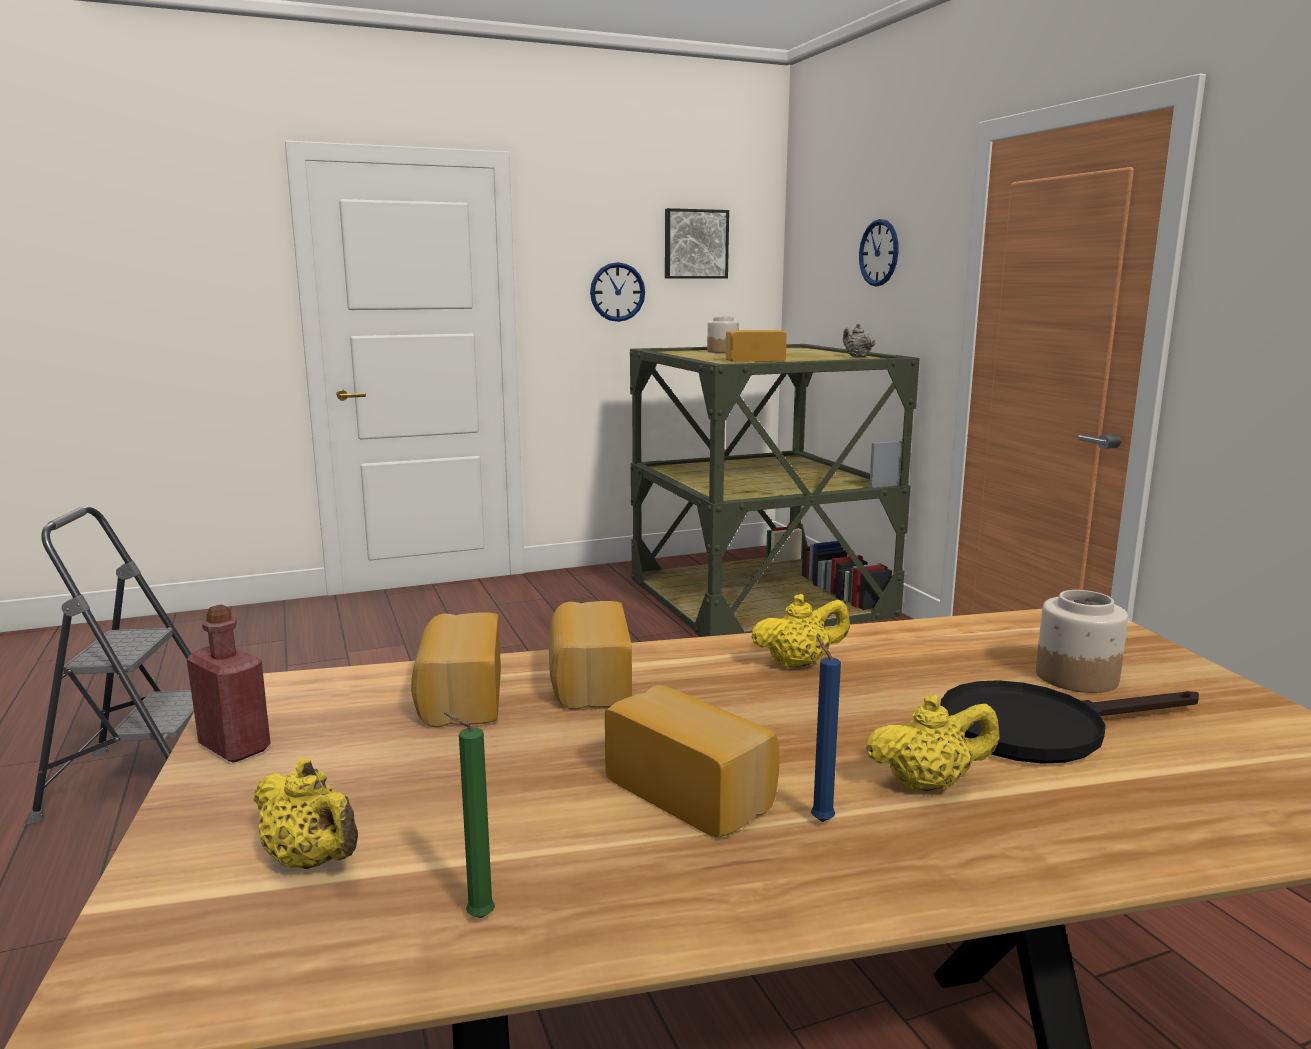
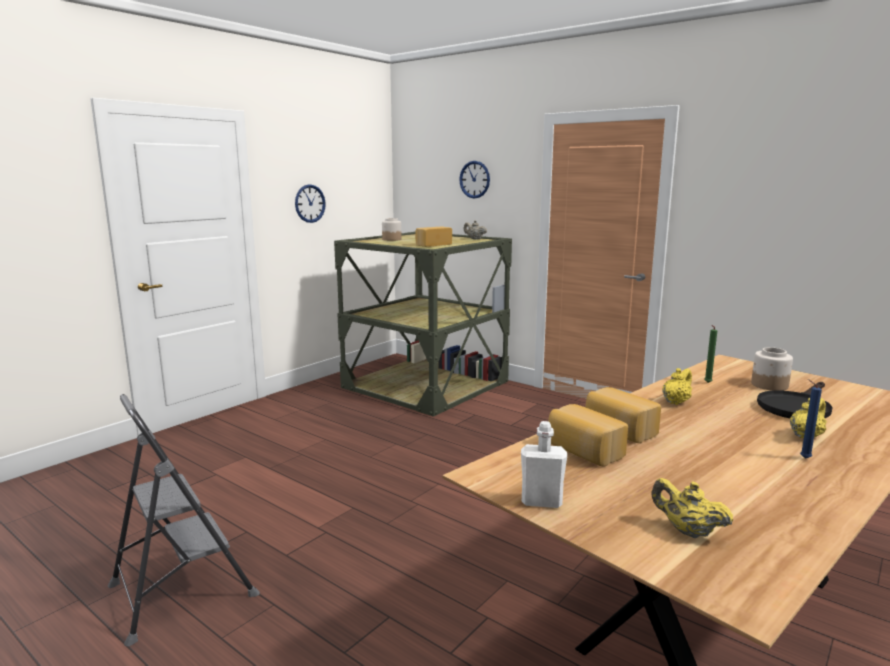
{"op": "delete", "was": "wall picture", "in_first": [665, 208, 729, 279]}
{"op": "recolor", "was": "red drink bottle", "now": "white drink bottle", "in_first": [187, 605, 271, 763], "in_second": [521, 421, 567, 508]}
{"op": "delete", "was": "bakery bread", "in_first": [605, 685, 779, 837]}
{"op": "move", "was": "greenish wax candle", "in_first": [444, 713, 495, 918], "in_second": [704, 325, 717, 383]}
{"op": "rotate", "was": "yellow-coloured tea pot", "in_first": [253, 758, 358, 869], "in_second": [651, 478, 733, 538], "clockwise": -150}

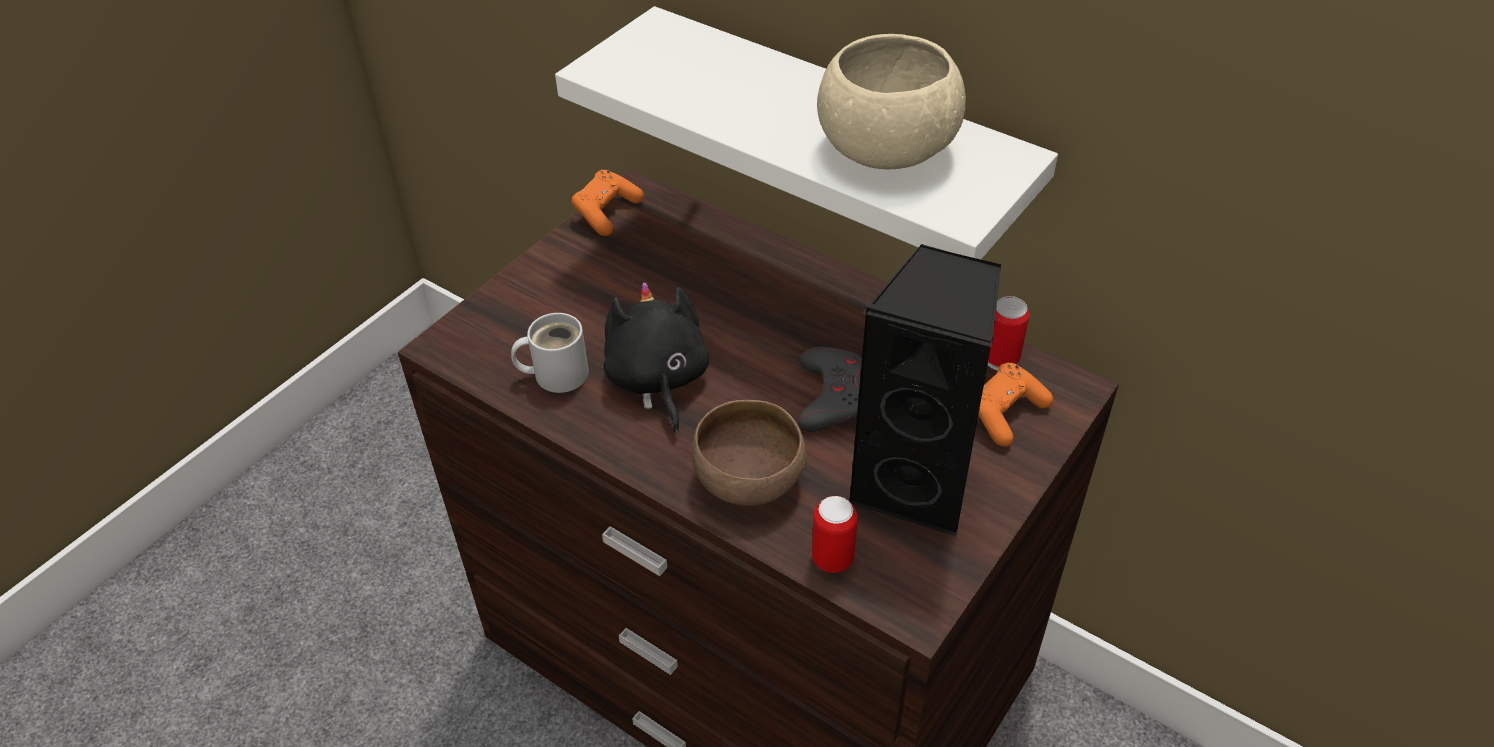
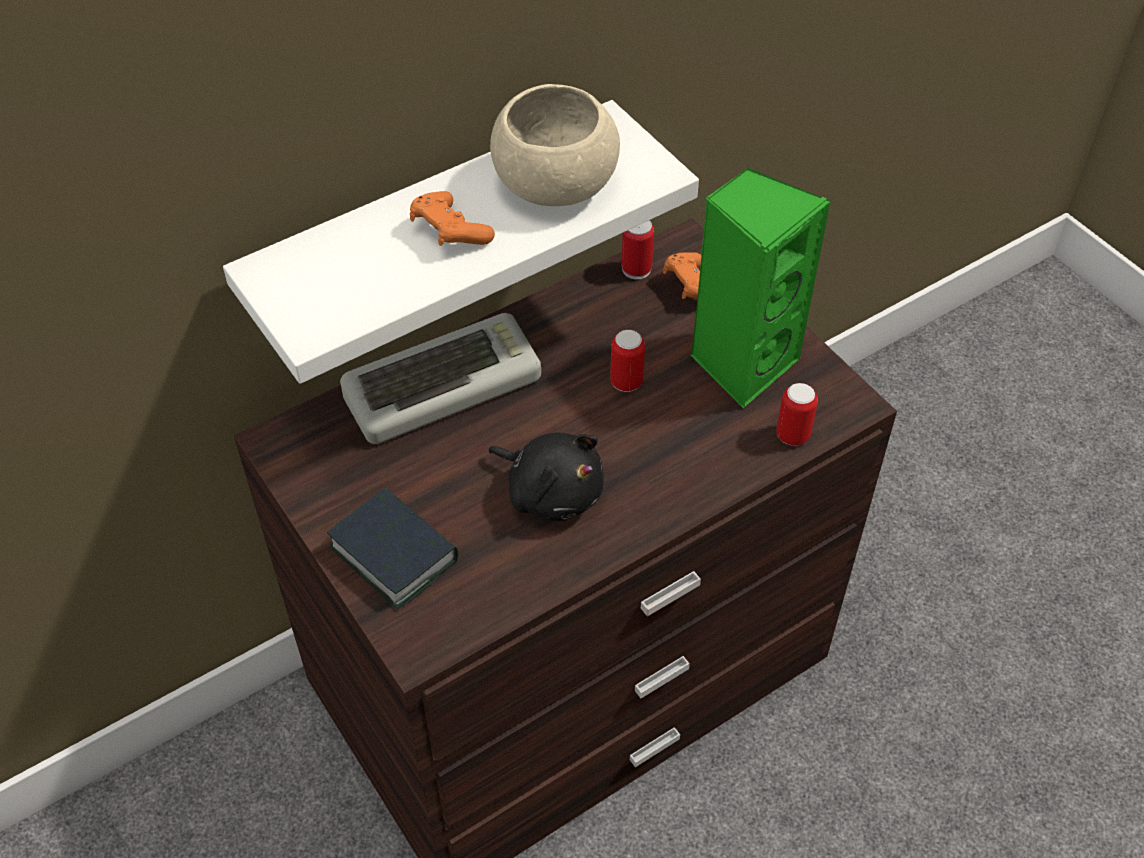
{"op": "move", "was": "orange-coloured game controller", "in_first": [572, 170, 644, 236], "in_second": [410, 191, 495, 246]}
{"op": "recolor", "was": "black loudspeaker", "now": "greenish loudspeaker", "in_first": [849, 244, 1001, 537], "in_second": [690, 167, 831, 408]}
{"op": "rotate", "was": "black plush toy", "in_first": [604, 282, 709, 434], "in_second": [488, 433, 604, 521], "clockwise": -150}
{"op": "delete", "was": "white mug", "in_first": [511, 313, 589, 393]}
{"op": "replace", "was": "gray game controller", "now": "metal can", "in_first": [798, 346, 862, 432], "in_second": [610, 330, 645, 392]}
{"op": "delete", "was": "brownish deep dish", "in_first": [692, 400, 806, 506]}
{"op": "insert", "now": "keyboard", "in_second": [340, 313, 541, 444]}
{"op": "insert", "now": "bound book", "in_second": [327, 487, 458, 610]}

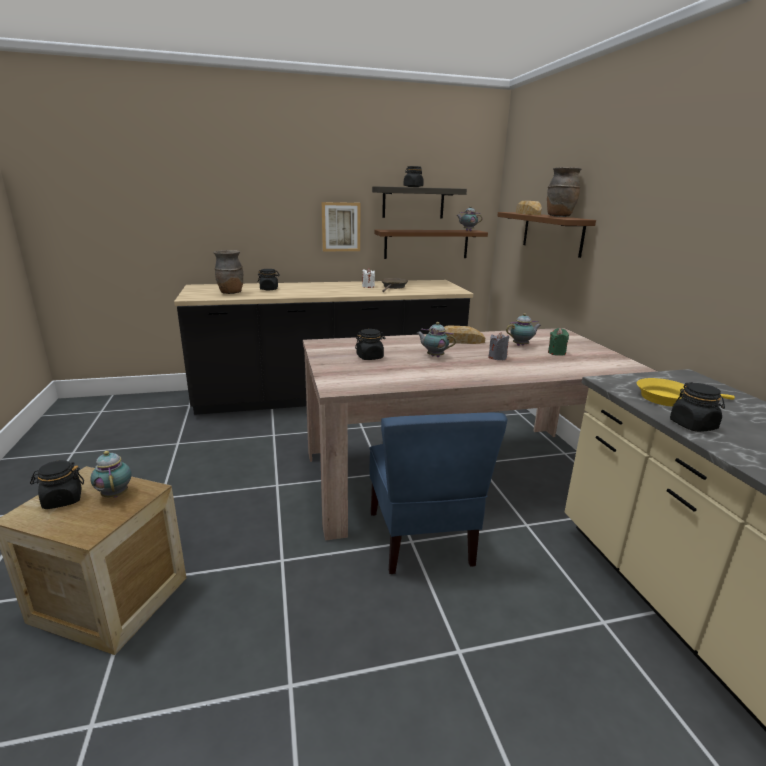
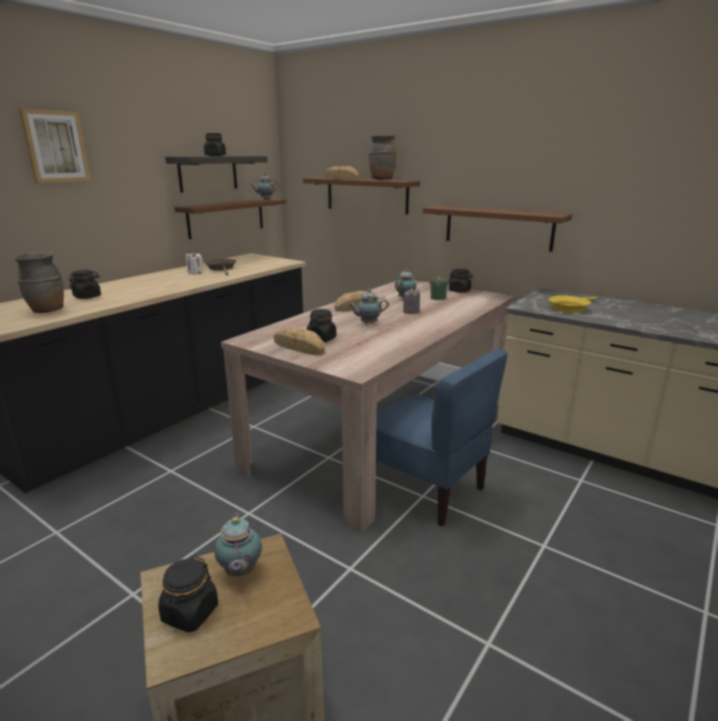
{"op": "move", "was": "wall picture", "in_first": [322, 202, 361, 251], "in_second": [19, 109, 91, 183]}
{"op": "move", "was": "black jar", "in_first": [670, 382, 725, 432], "in_second": [449, 269, 473, 293]}
{"op": "rotate", "was": "tea pot", "in_first": [90, 451, 132, 498], "in_second": [214, 512, 262, 577], "clockwise": -120}
{"op": "insert", "now": "brownish shelf", "in_second": [423, 206, 572, 252]}
{"op": "insert", "now": "bakery bread", "in_second": [274, 327, 325, 355]}

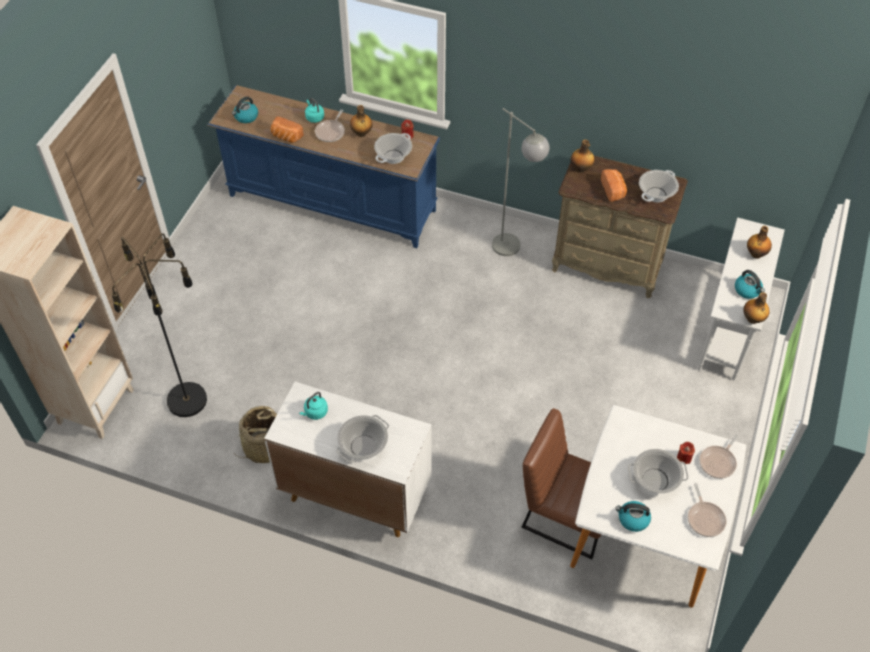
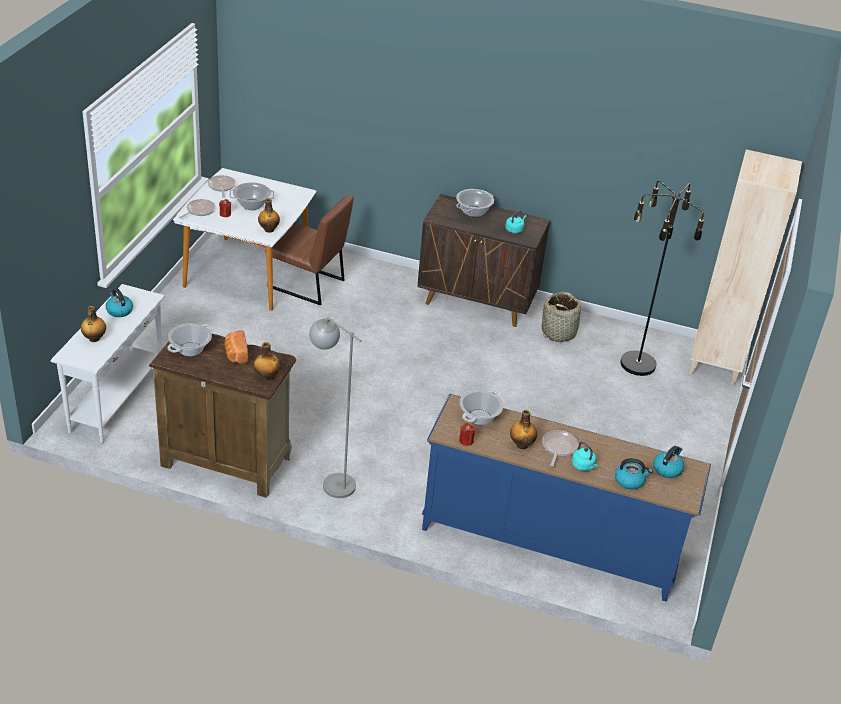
{"op": "delete", "was": "bakery bread", "in_first": [271, 116, 303, 143]}
{"op": "move", "was": "drink bottle", "in_first": [743, 292, 770, 324], "in_second": [258, 199, 280, 233]}
{"op": "recolor", "was": "white cabinet", "now": "brownish cabinet", "in_first": [264, 382, 432, 537], "in_second": [417, 194, 550, 327]}
{"op": "move", "was": "tea kettle", "in_first": [615, 501, 651, 532], "in_second": [615, 458, 653, 490]}

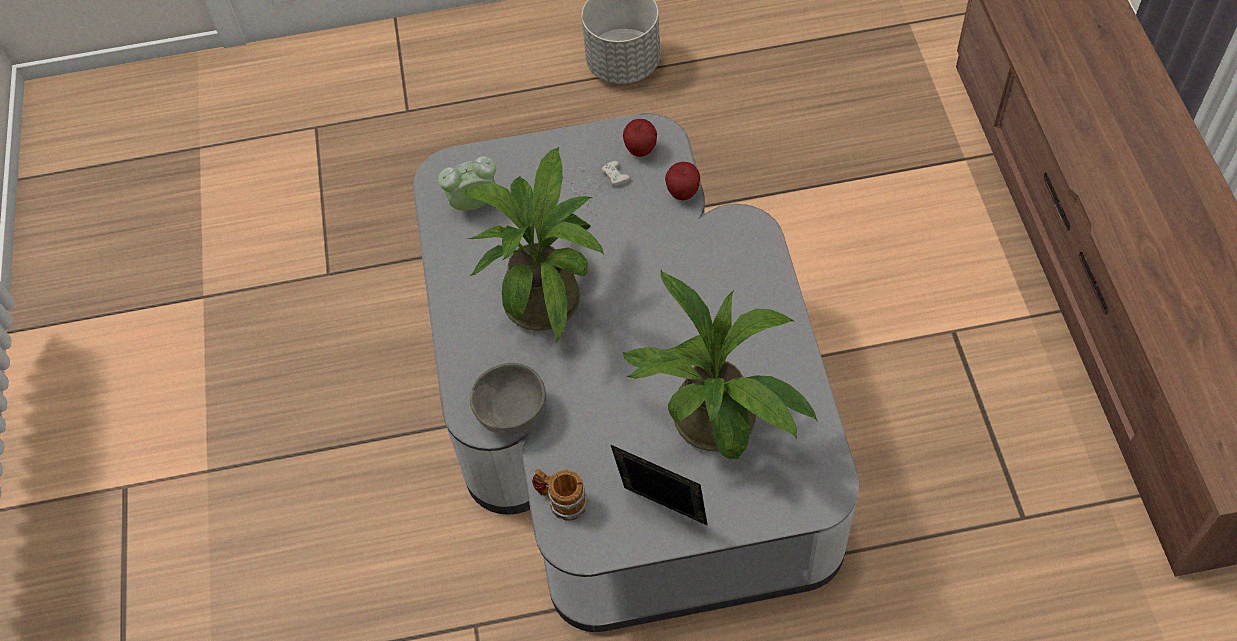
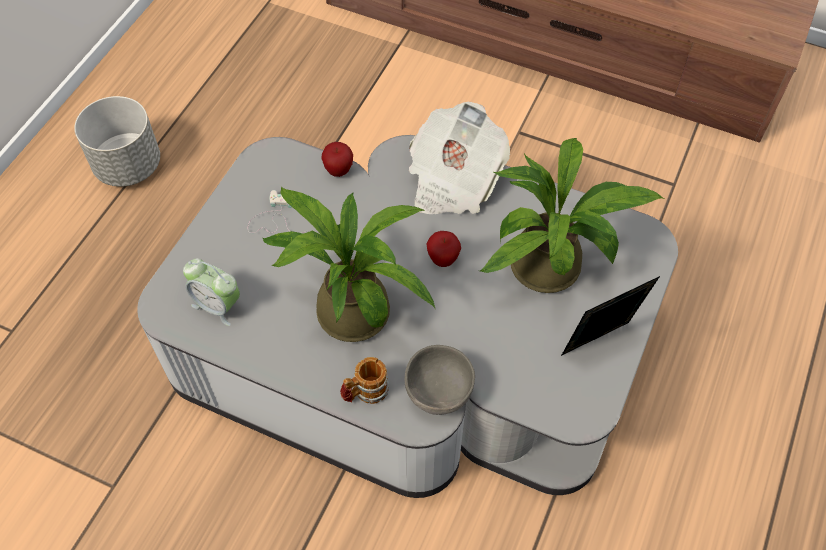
{"op": "move", "was": "whole apple", "in_first": [623, 119, 657, 157], "in_second": [426, 231, 461, 267]}
{"op": "rotate", "was": "bedside clock", "in_first": [438, 156, 496, 211], "in_second": [183, 259, 240, 326], "clockwise": -75}
{"op": "move", "was": "mug", "in_first": [532, 469, 588, 521], "in_second": [340, 357, 389, 404]}
{"op": "insert", "now": "newspaper", "in_second": [409, 102, 510, 214]}

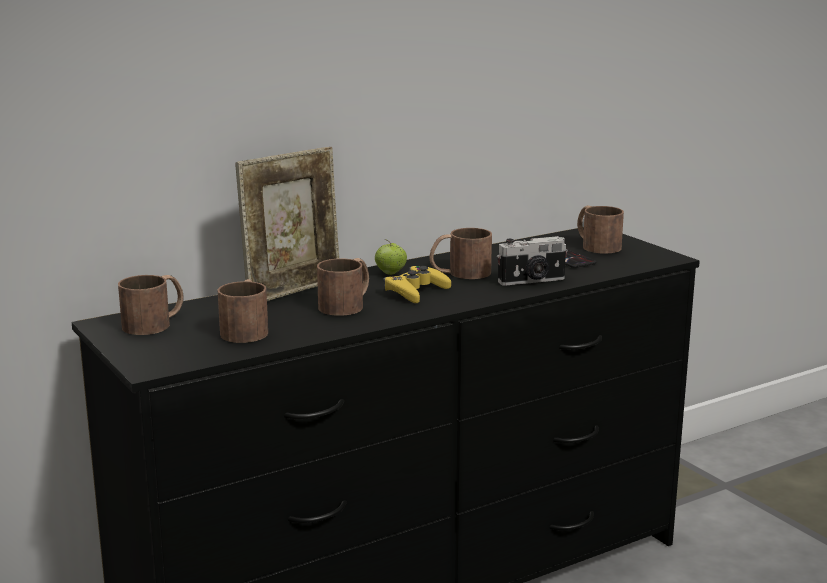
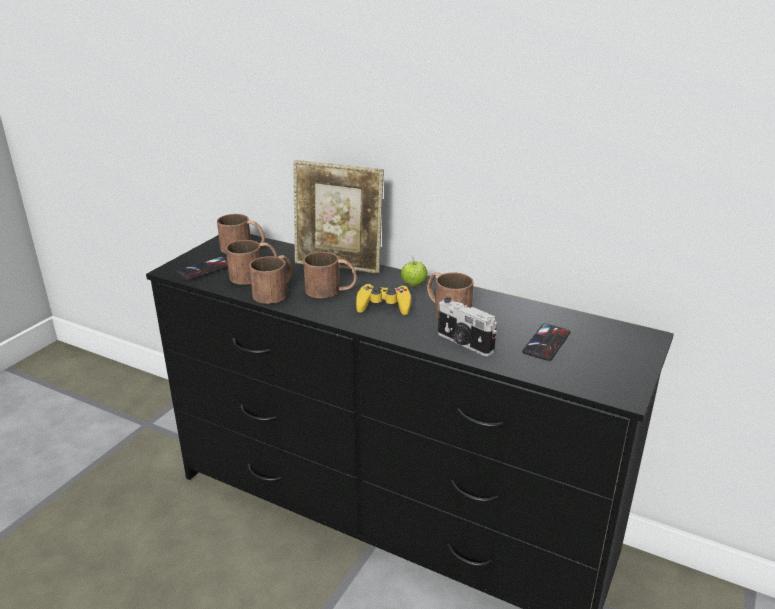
{"op": "move", "was": "brownish mug", "in_first": [577, 205, 624, 254], "in_second": [249, 255, 292, 304]}
{"op": "insert", "now": "handset", "in_second": [176, 257, 228, 281]}

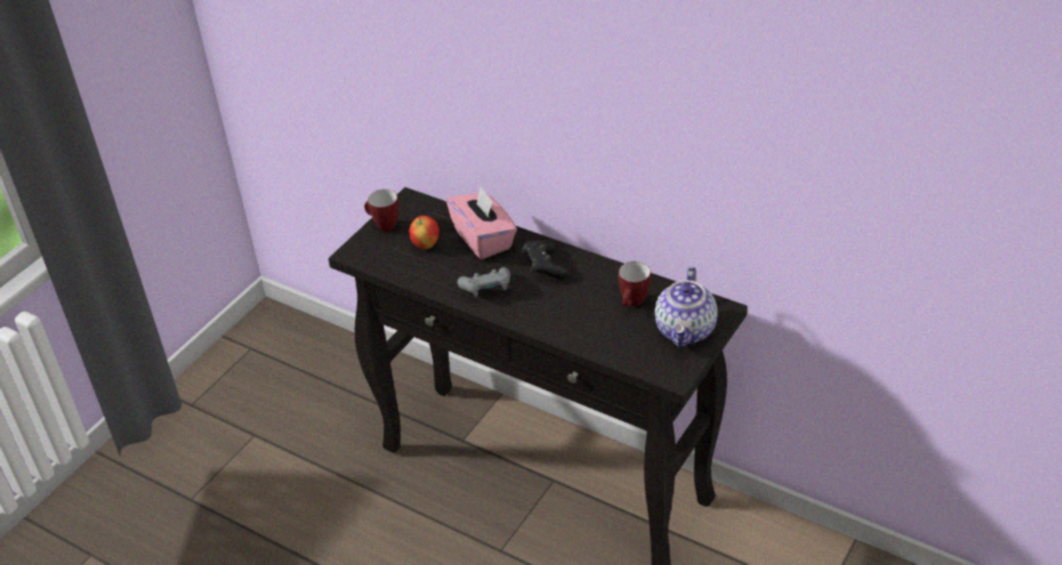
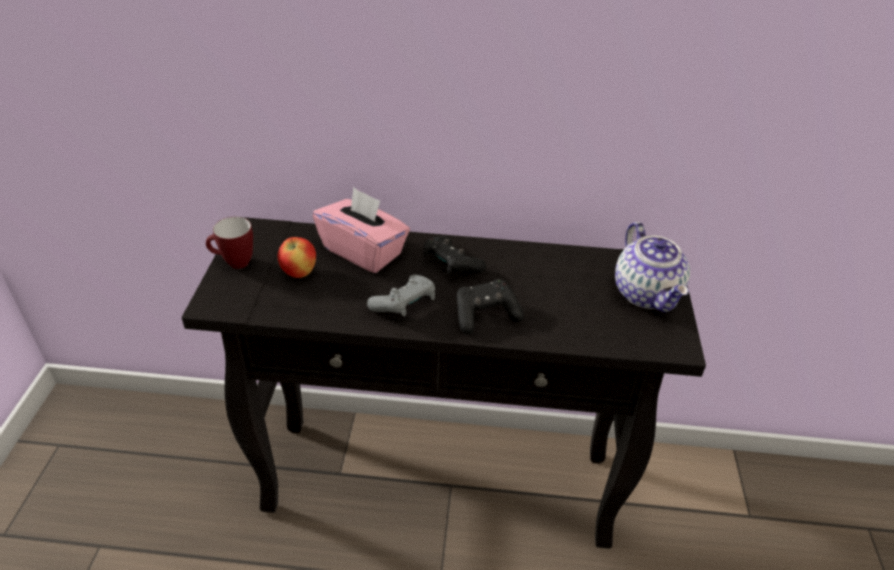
{"op": "delete", "was": "mug", "in_first": [618, 261, 651, 307]}
{"op": "insert", "now": "black game controller", "in_second": [457, 279, 524, 334]}

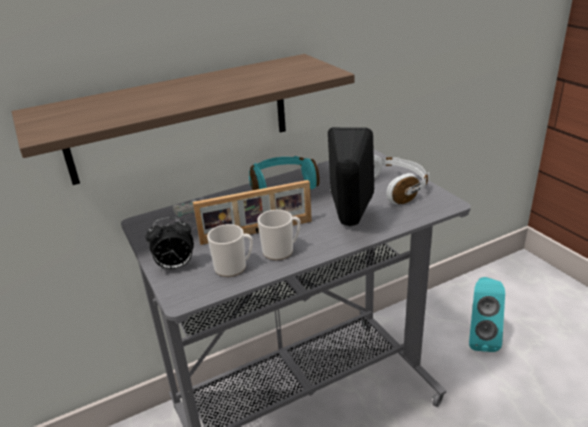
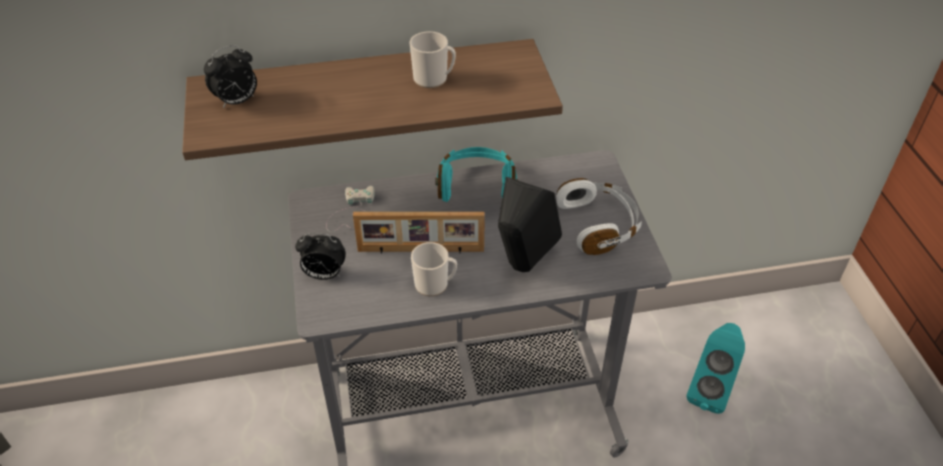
{"op": "move", "was": "mug", "in_first": [207, 224, 253, 277], "in_second": [409, 31, 456, 88]}
{"op": "insert", "now": "bedside clock", "in_second": [204, 45, 257, 109]}

